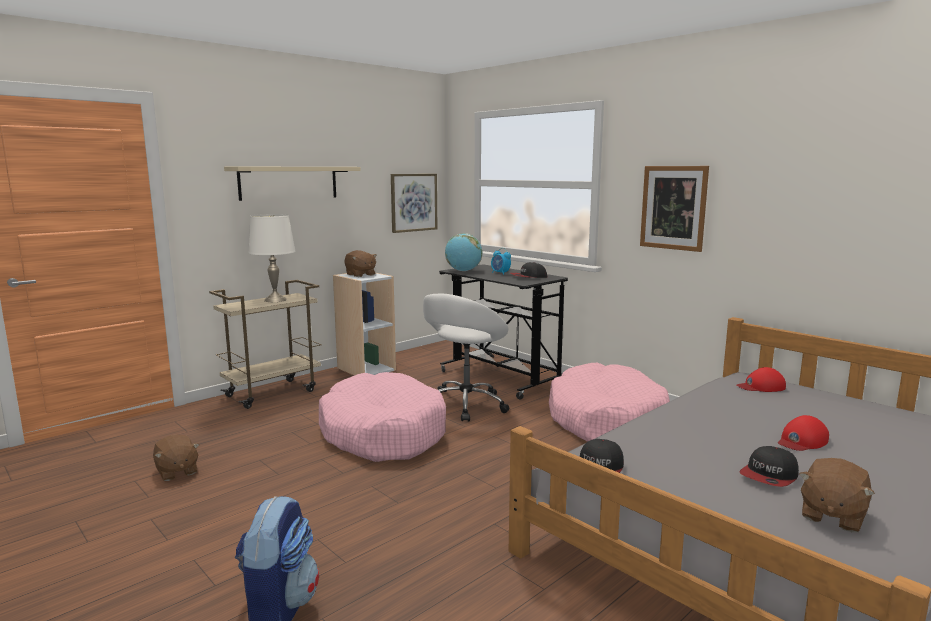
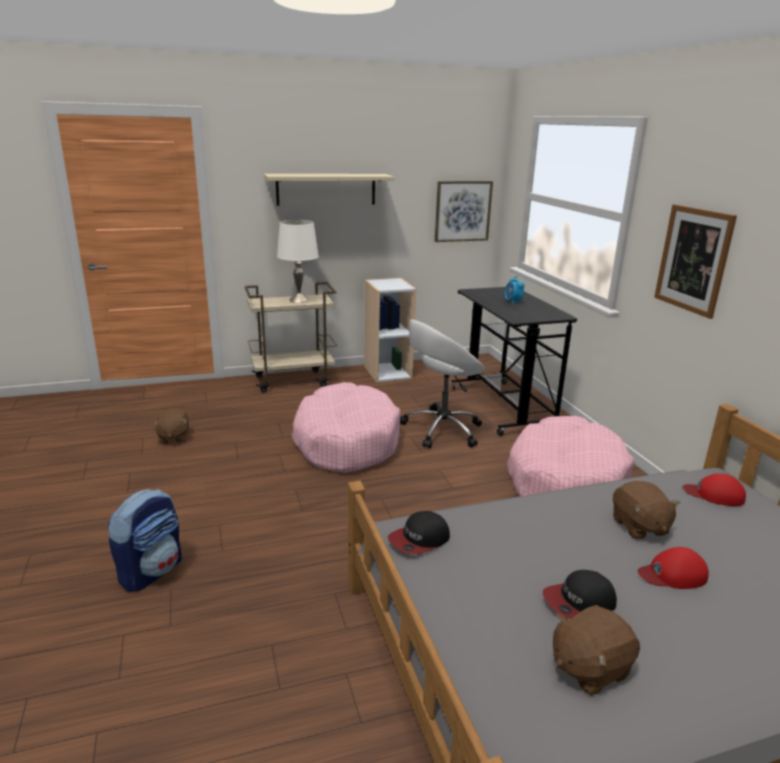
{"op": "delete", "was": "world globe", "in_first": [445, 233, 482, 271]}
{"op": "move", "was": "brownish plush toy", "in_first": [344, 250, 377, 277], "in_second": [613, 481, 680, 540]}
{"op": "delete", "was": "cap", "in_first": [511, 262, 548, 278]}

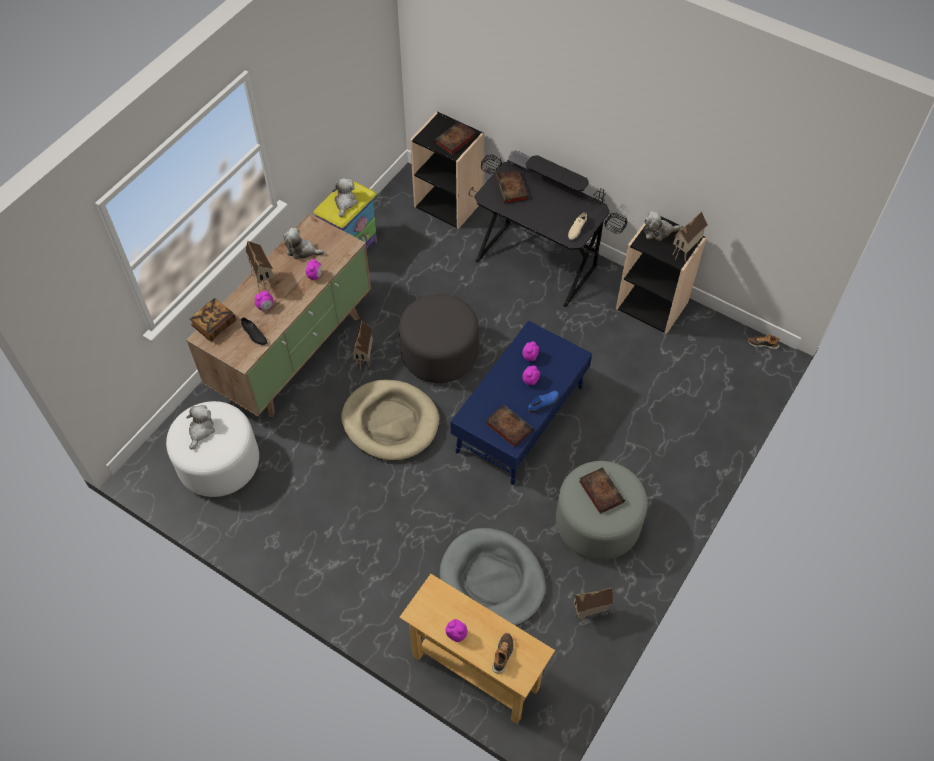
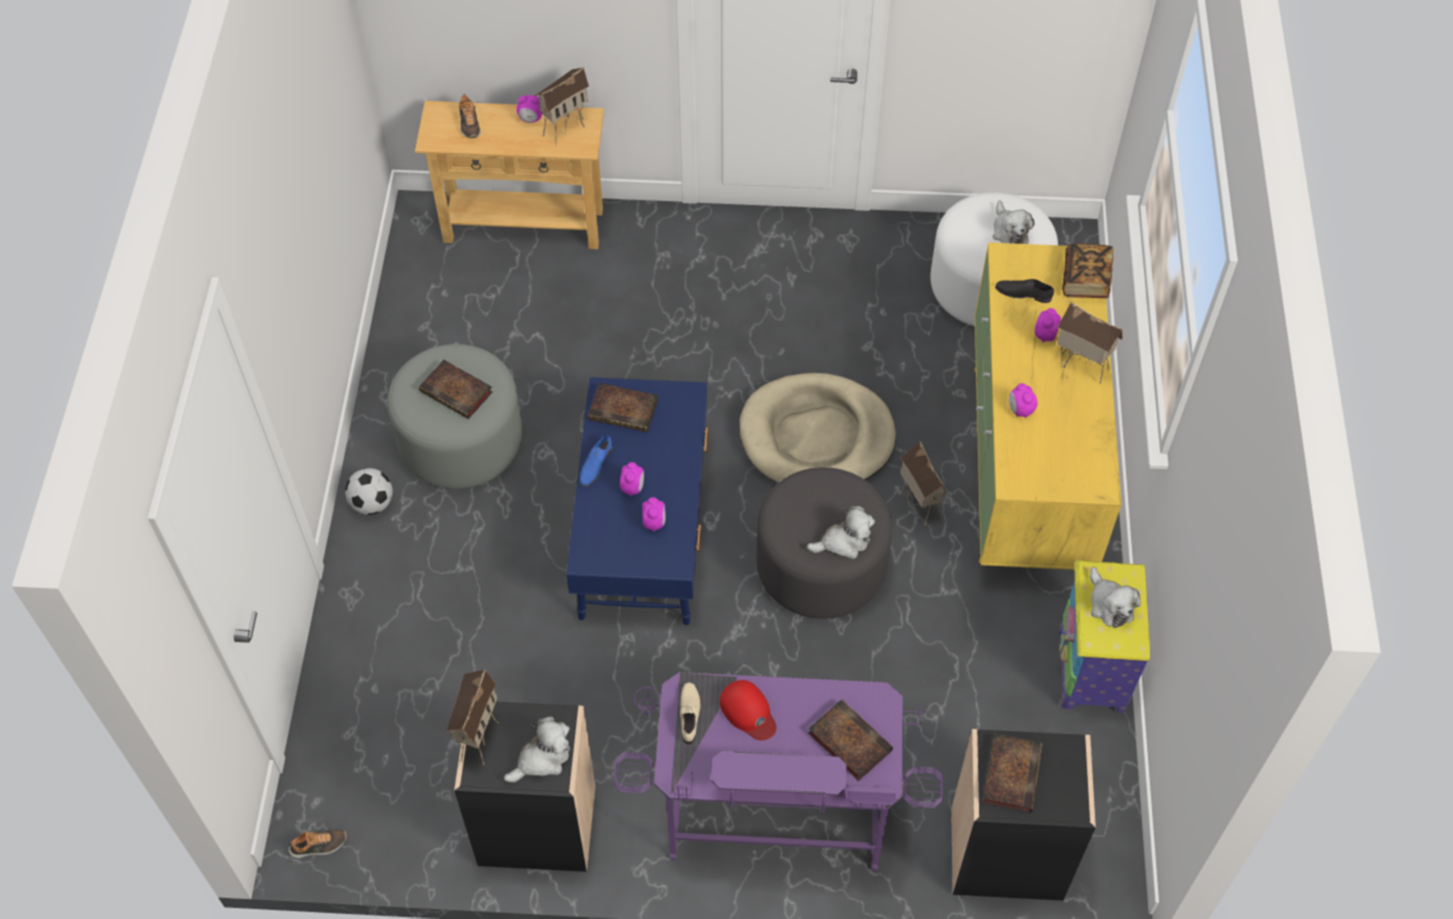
{"op": "recolor", "was": "black desk", "now": "purplish desk", "in_first": [469, 150, 627, 307], "in_second": [613, 672, 943, 870]}
{"op": "recolor", "was": "greenish dresser", "now": "yellow-coloured dresser", "in_first": [186, 213, 371, 417], "in_second": [974, 242, 1122, 570]}
{"op": "move", "was": "plush toy", "in_first": [283, 228, 324, 260], "in_second": [807, 506, 875, 559]}
{"op": "delete", "was": "gray dog bed", "in_first": [440, 528, 546, 626]}
{"op": "move", "was": "model house", "in_first": [573, 587, 614, 623], "in_second": [534, 67, 589, 146]}
{"op": "insert", "now": "football", "in_second": [345, 468, 393, 515]}
{"op": "insert", "now": "red cap", "in_second": [720, 680, 776, 740]}

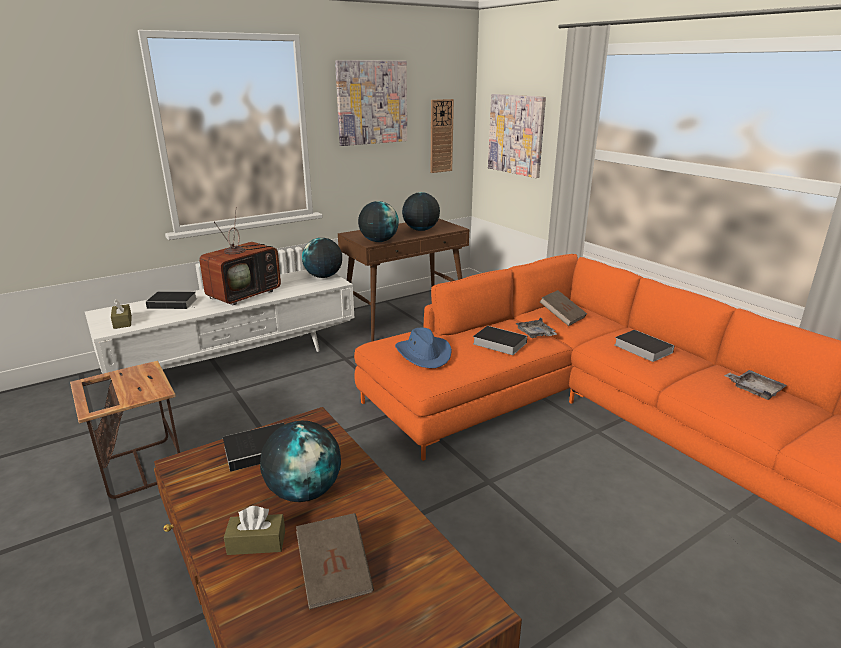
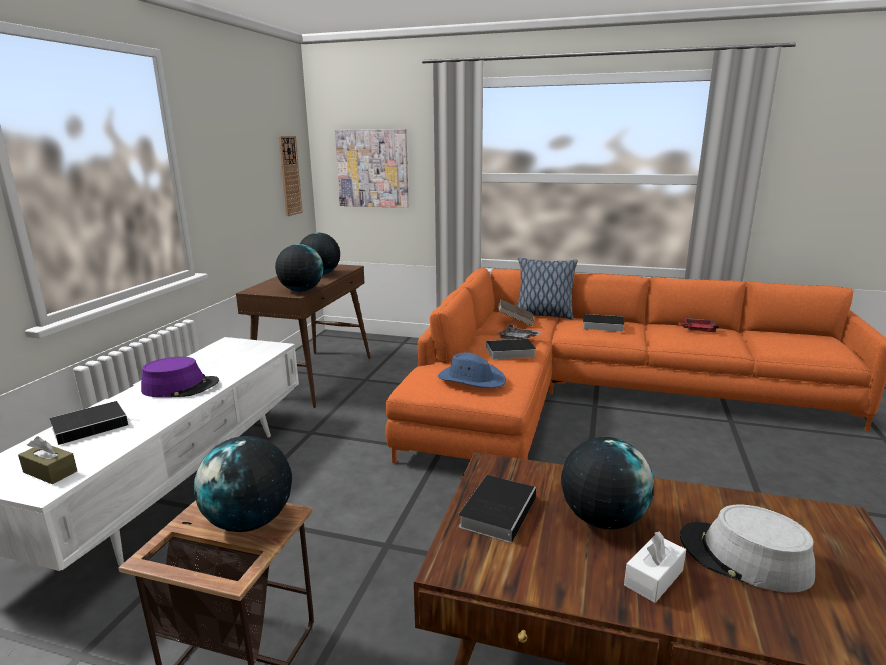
{"op": "delete", "was": "wall picture", "in_first": [335, 60, 407, 146]}
{"op": "replace", "was": "TV", "now": "purplish hat", "in_first": [199, 207, 281, 305], "in_second": [141, 357, 219, 397]}
{"op": "move", "was": "world globe", "in_first": [302, 238, 342, 278], "in_second": [194, 436, 292, 532]}
{"op": "recolor", "was": "gray tray", "now": "red tray", "in_first": [724, 370, 787, 400], "in_second": [678, 318, 719, 332]}
{"op": "recolor", "was": "brownish box of tissues", "now": "white box of tissues", "in_first": [224, 506, 285, 555], "in_second": [624, 532, 686, 603]}
{"op": "replace", "was": "brownish bound book", "now": "gray hat", "in_first": [296, 513, 374, 609], "in_second": [680, 504, 815, 593]}
{"op": "insert", "now": "throw pillow", "in_second": [517, 258, 578, 320]}

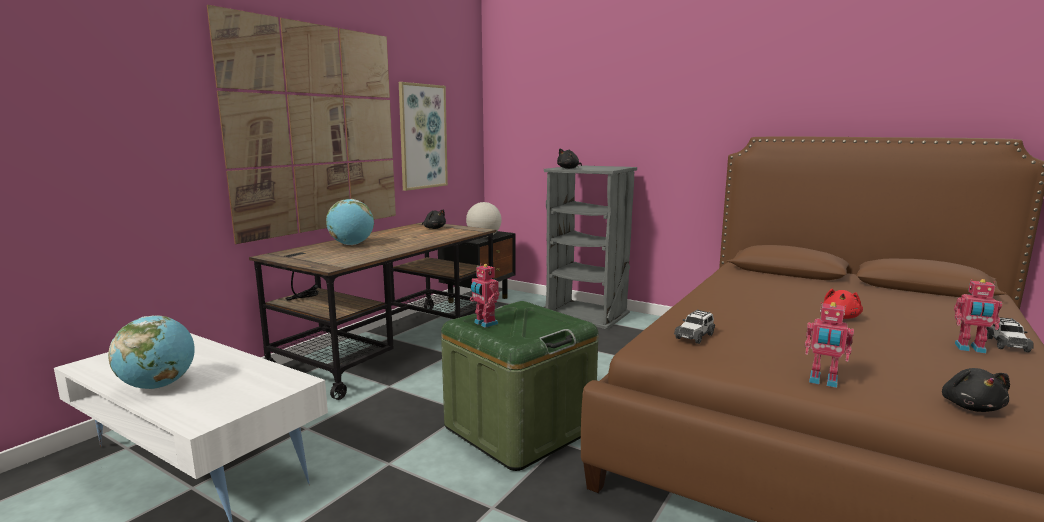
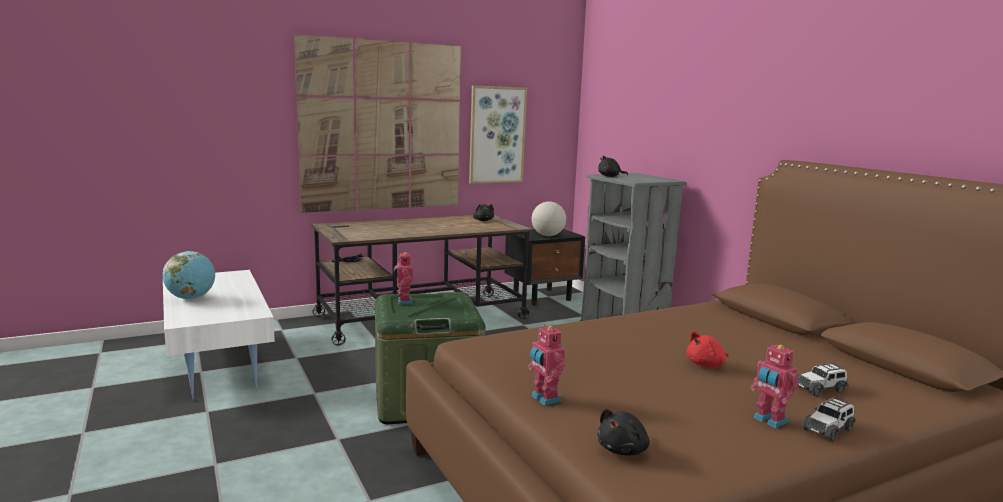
{"op": "delete", "was": "world globe", "in_first": [326, 199, 374, 245]}
{"op": "move", "was": "miniature car", "in_first": [674, 309, 715, 344], "in_second": [797, 363, 849, 396]}

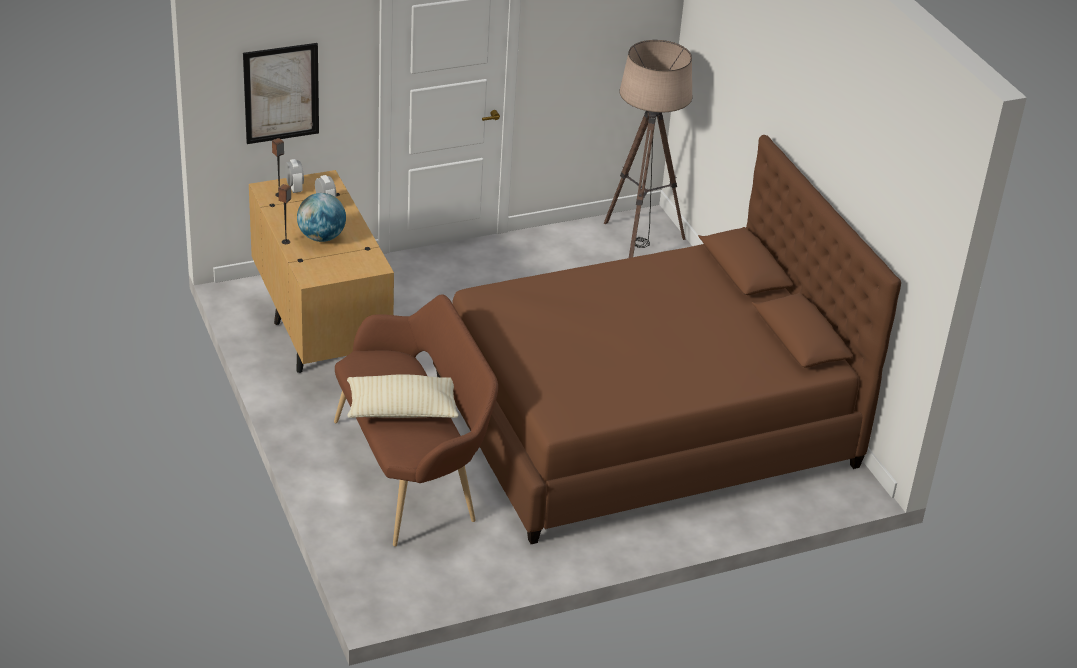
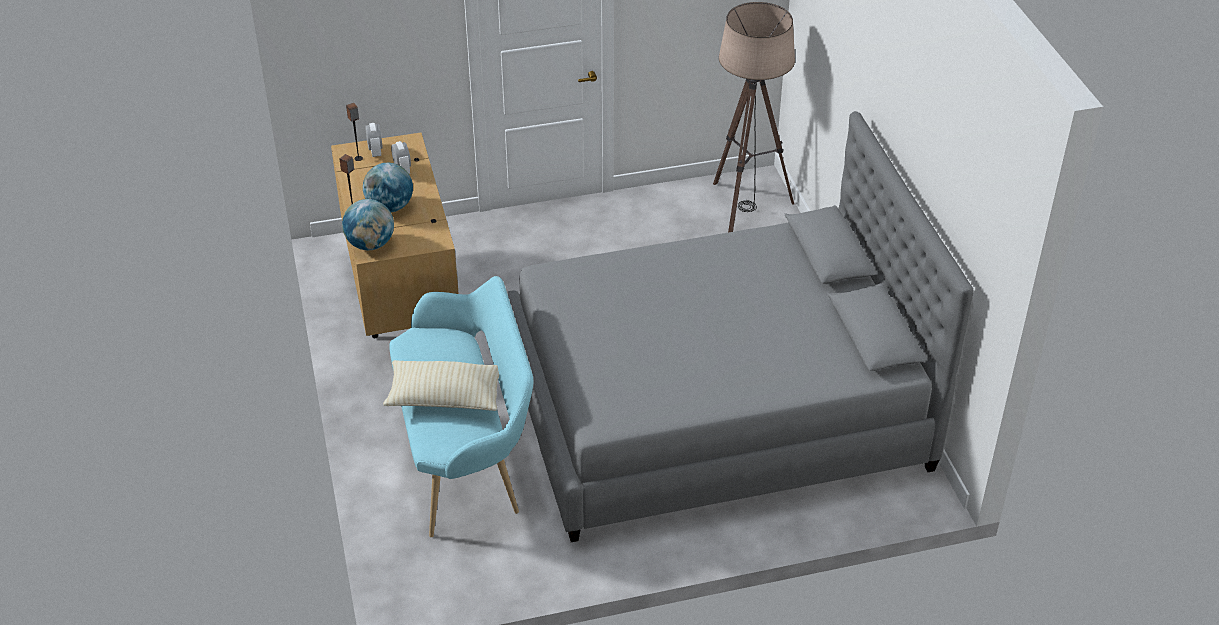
{"op": "delete", "was": "wall picture", "in_first": [243, 43, 319, 144]}
{"op": "recolor", "was": "brownish bed", "now": "gray bed", "in_first": [433, 135, 901, 544], "in_second": [507, 111, 974, 542]}
{"op": "recolor", "was": "brownish indoor bench", "now": "turquoise-coloured indoor bench", "in_first": [334, 295, 498, 546], "in_second": [389, 276, 533, 537]}
{"op": "insert", "now": "world globe", "in_second": [342, 199, 394, 250]}

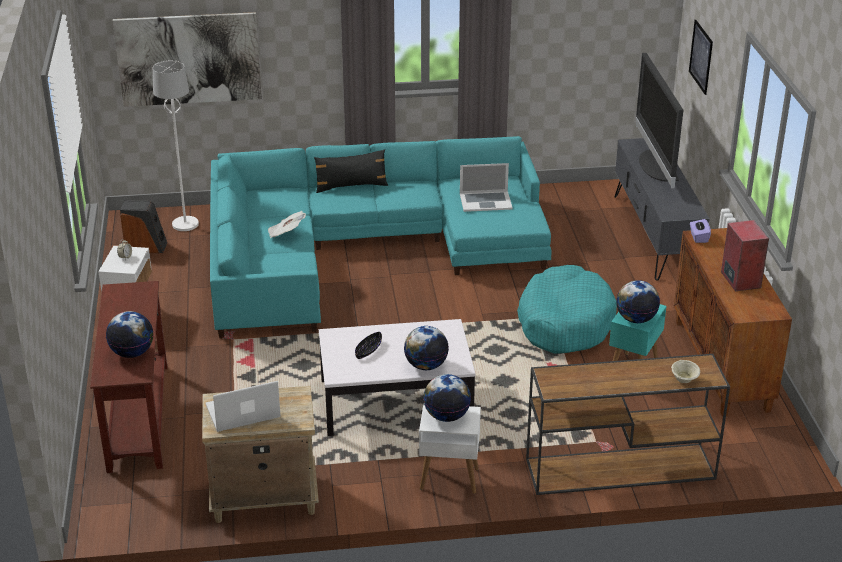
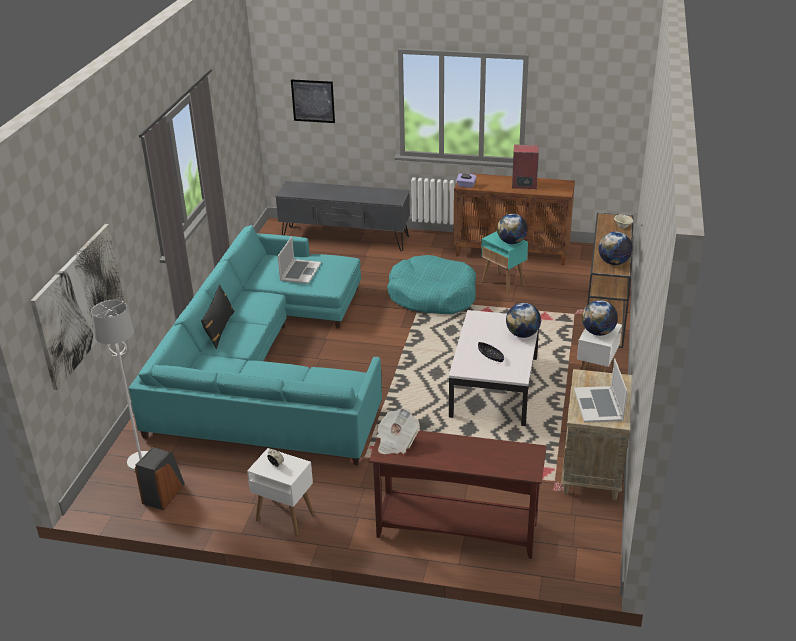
{"op": "delete", "was": "TV", "in_first": [636, 53, 683, 188]}
{"op": "move", "was": "newspaper", "in_first": [268, 211, 306, 238], "in_second": [376, 408, 420, 454]}
{"op": "move", "was": "world globe", "in_first": [106, 311, 153, 358], "in_second": [599, 232, 633, 265]}

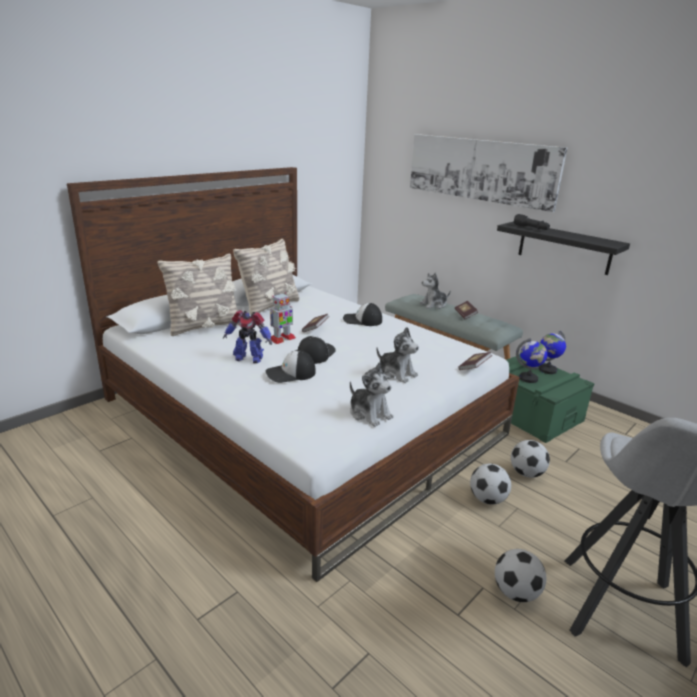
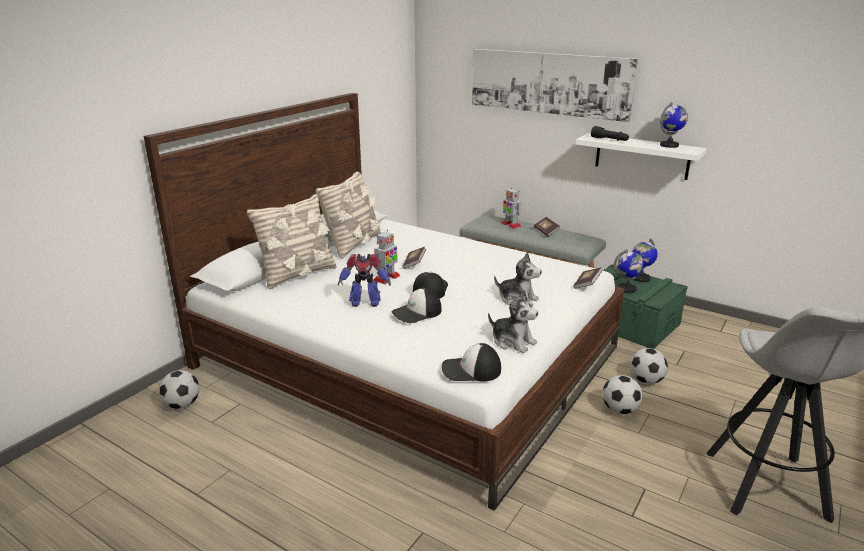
{"op": "recolor", "was": "black shelf", "now": "white shelf", "in_first": [497, 221, 630, 275], "in_second": [576, 133, 707, 180]}
{"op": "replace", "was": "plush toy", "now": "model robot", "in_first": [420, 272, 451, 309], "in_second": [501, 188, 521, 229]}
{"op": "move", "was": "cap", "in_first": [343, 303, 382, 326], "in_second": [442, 343, 501, 382]}
{"op": "move", "was": "football", "in_first": [495, 549, 546, 602], "in_second": [159, 370, 200, 409]}
{"op": "insert", "now": "world globe", "in_second": [660, 102, 688, 148]}

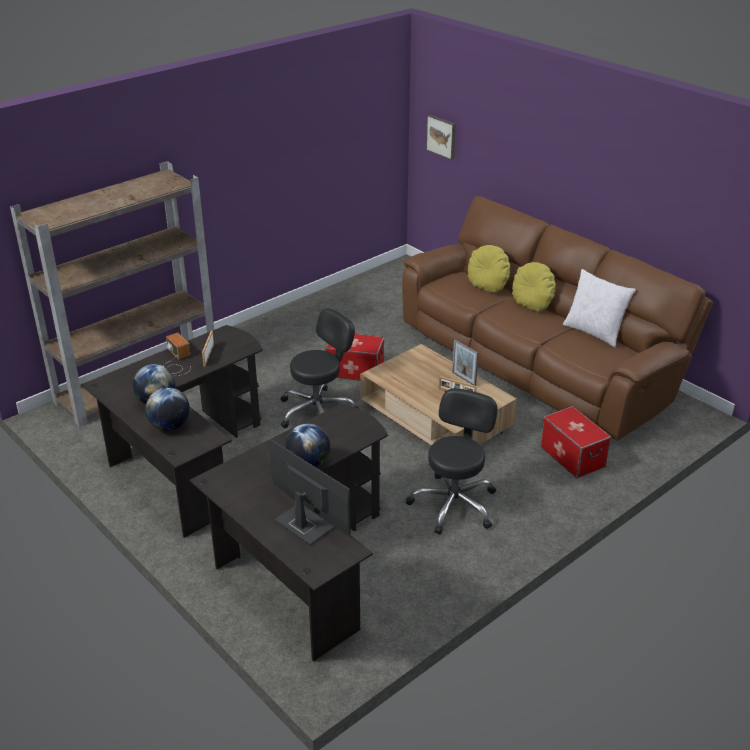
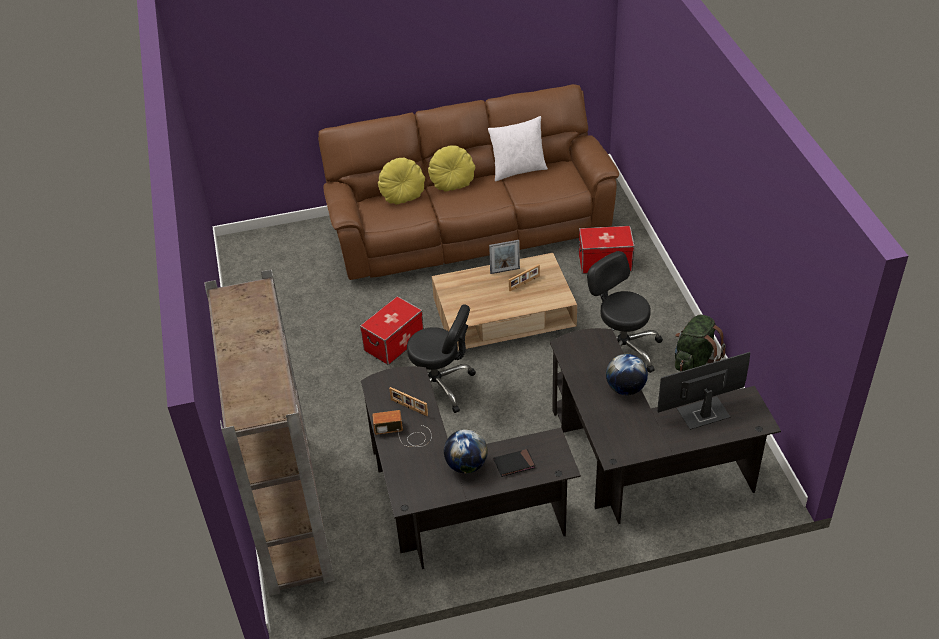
{"op": "delete", "was": "wall picture", "in_first": [426, 115, 456, 160]}
{"op": "rotate", "was": "black desk chair", "in_first": [281, 308, 359, 428], "in_second": [407, 304, 476, 413], "clockwise": 120}
{"op": "replace", "was": "world globe", "now": "black bound book", "in_first": [146, 387, 190, 431], "in_second": [494, 449, 535, 477]}
{"op": "insert", "now": "greenish backpack", "in_second": [674, 315, 726, 371]}

